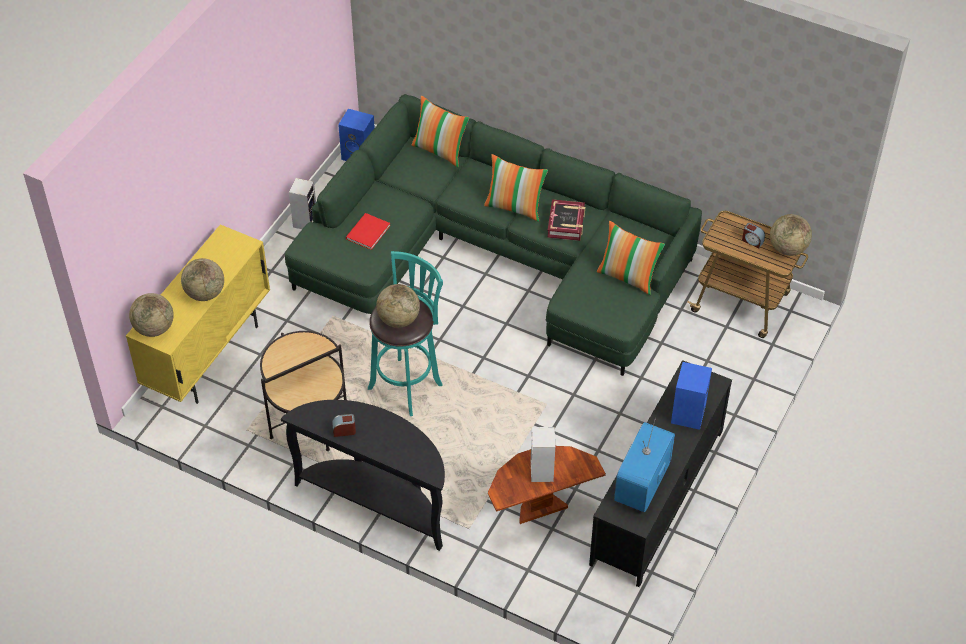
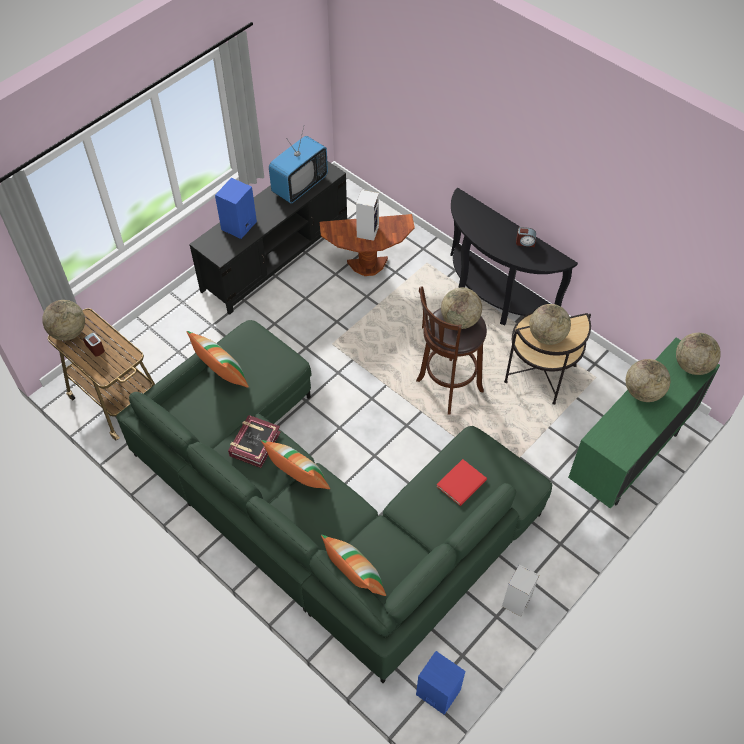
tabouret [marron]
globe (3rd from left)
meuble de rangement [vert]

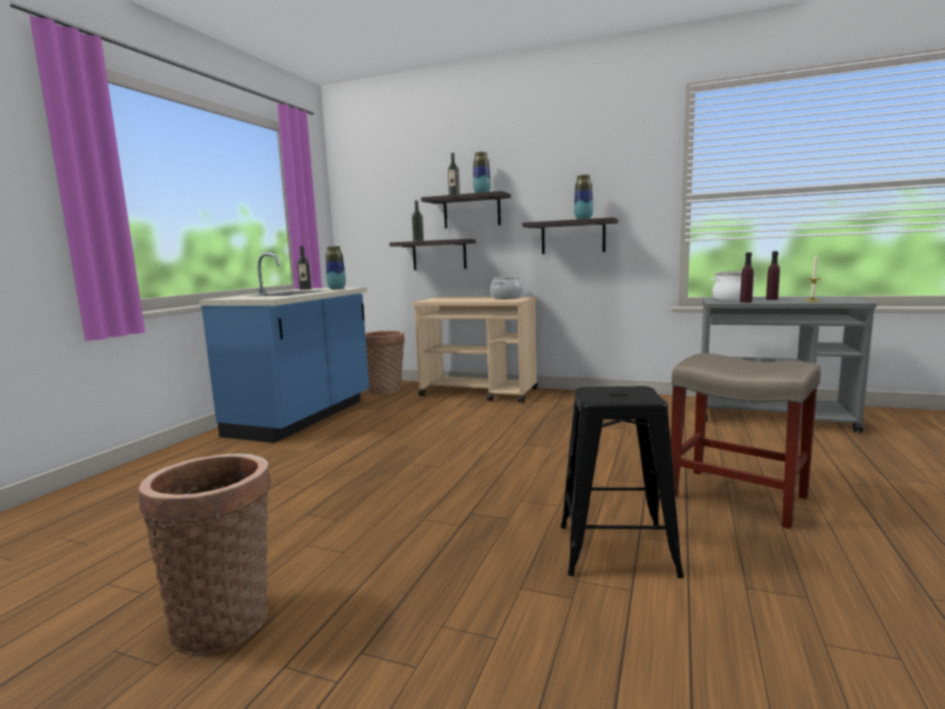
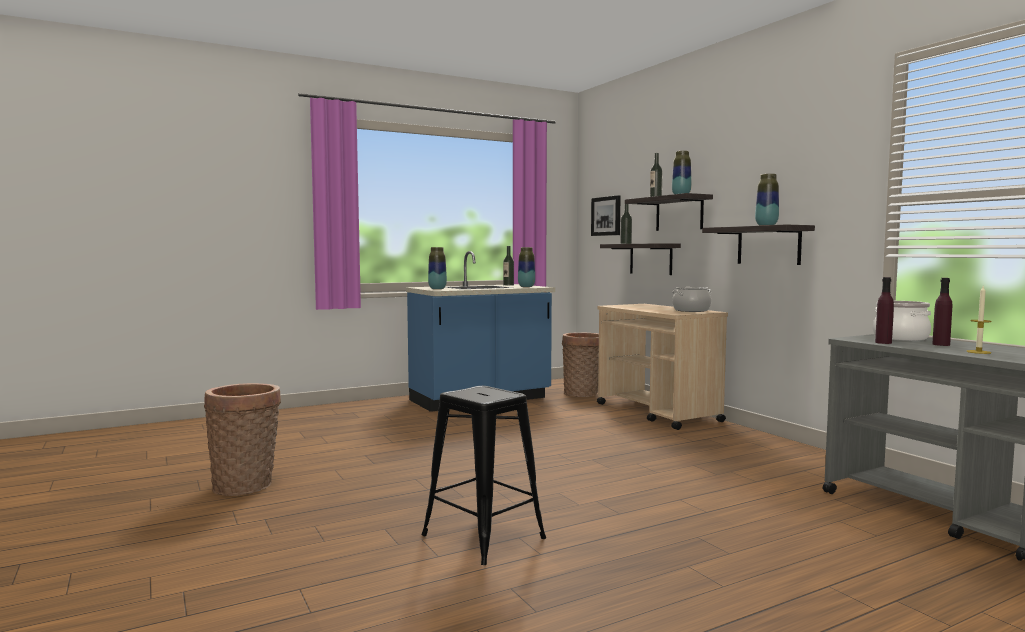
vase (1st from left)
tableau
tabouret [beige]

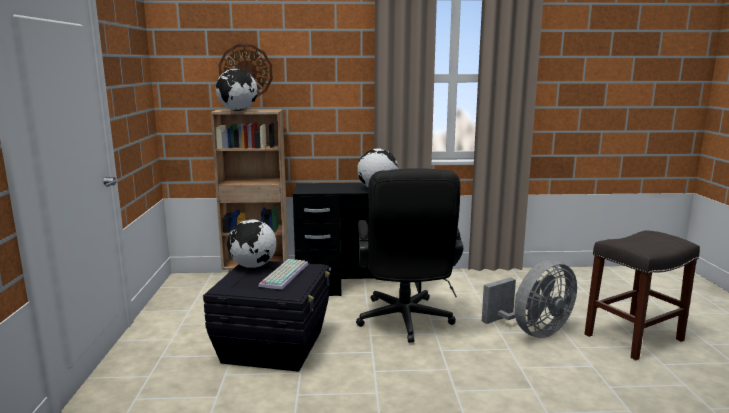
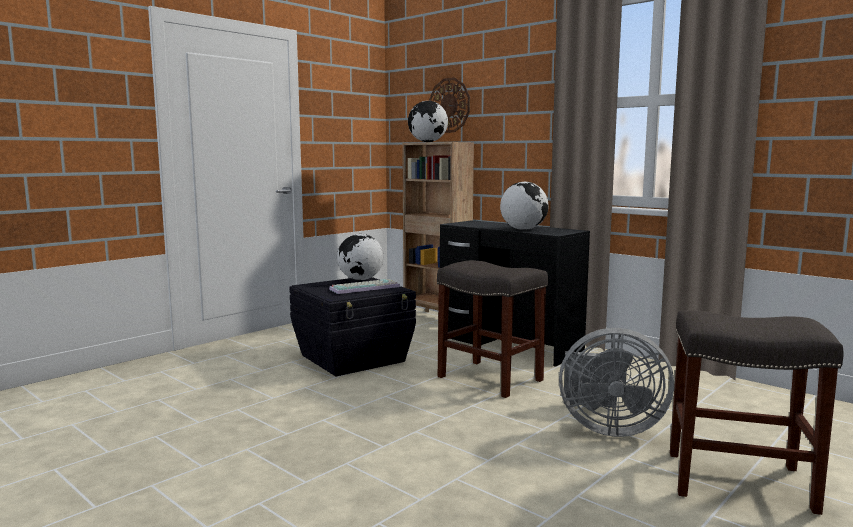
tabouret [gris] (1st from left)

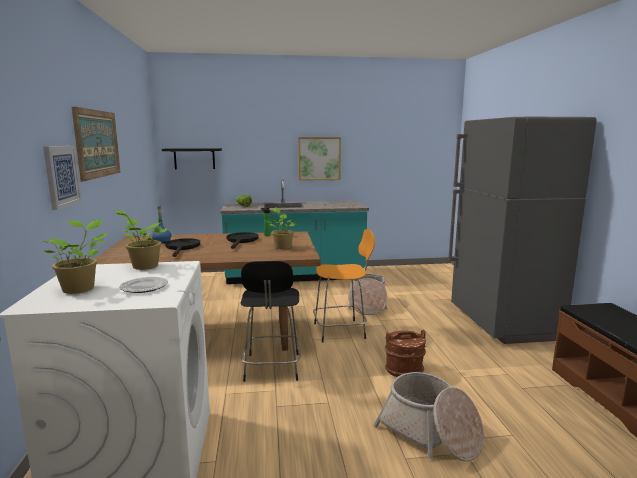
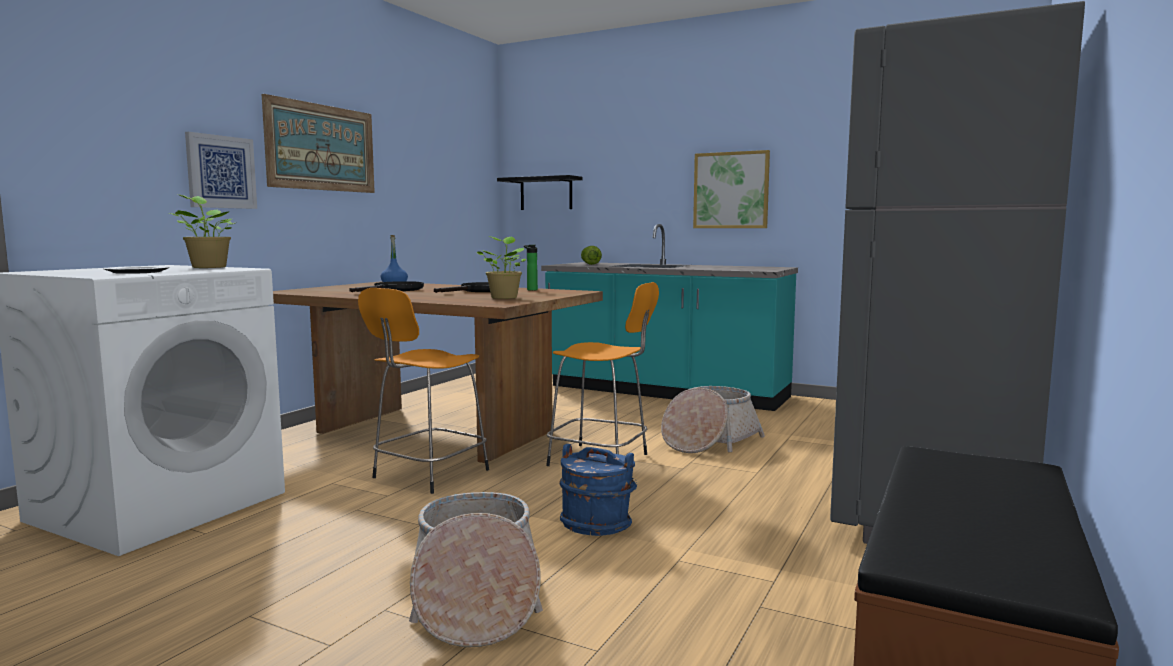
tabouret [orange] (1st from left)
seau [bleu]
plante en pot (1st from left in the first image)

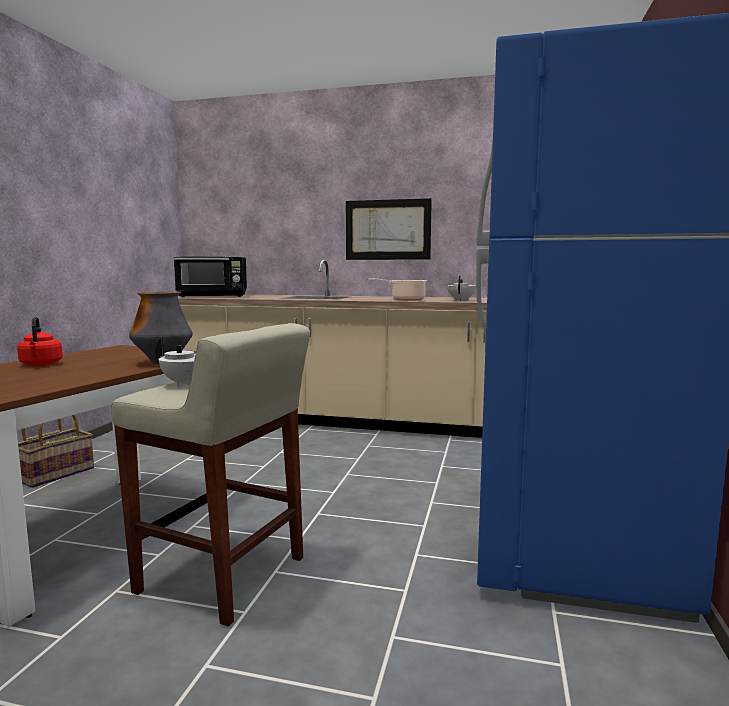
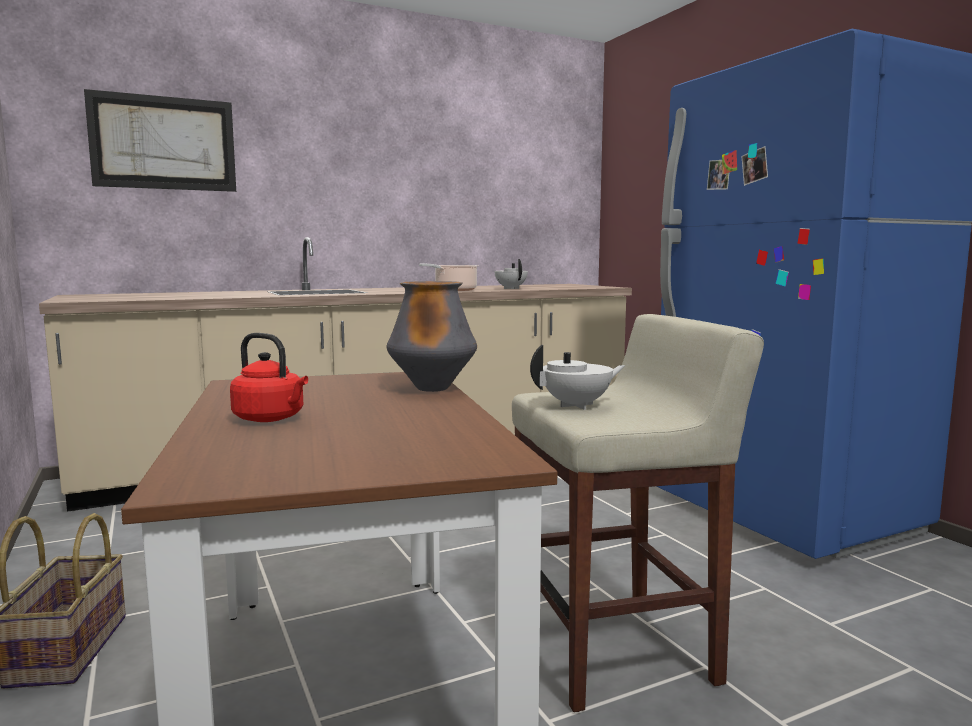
tableau
micro-ondes [noir]

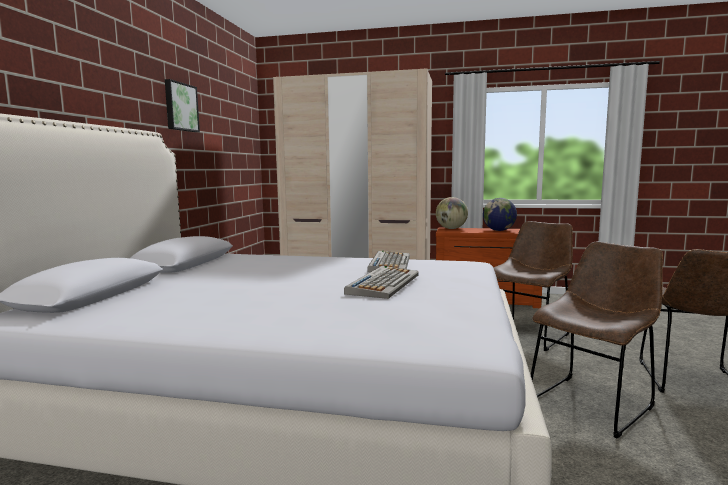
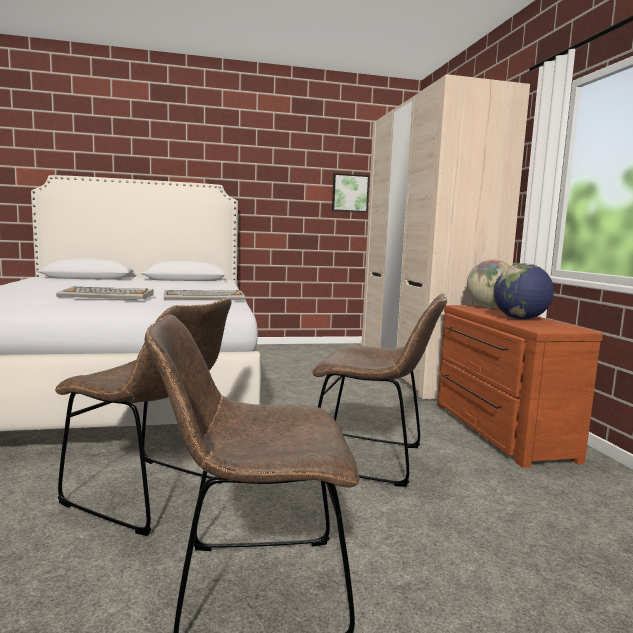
tableau

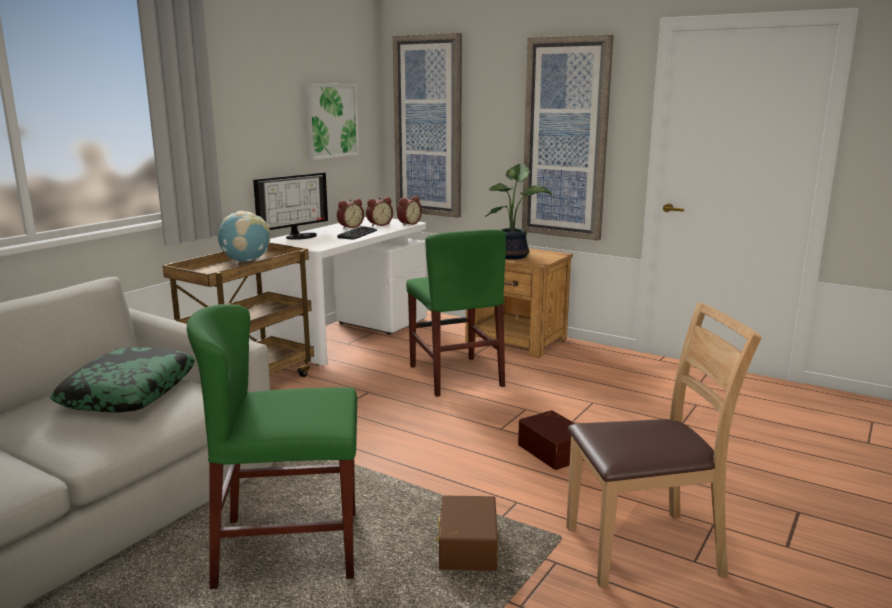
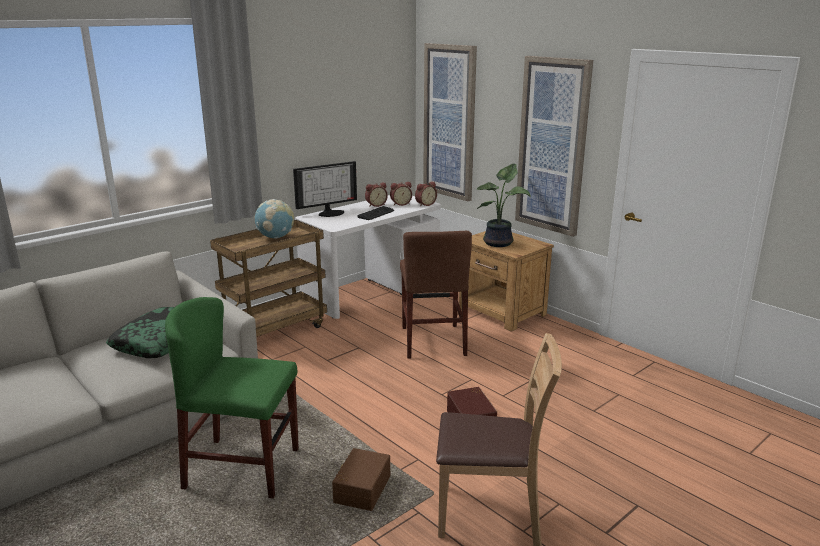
chaise [marron] (1st from left)
tableau (1st from left in the first image)

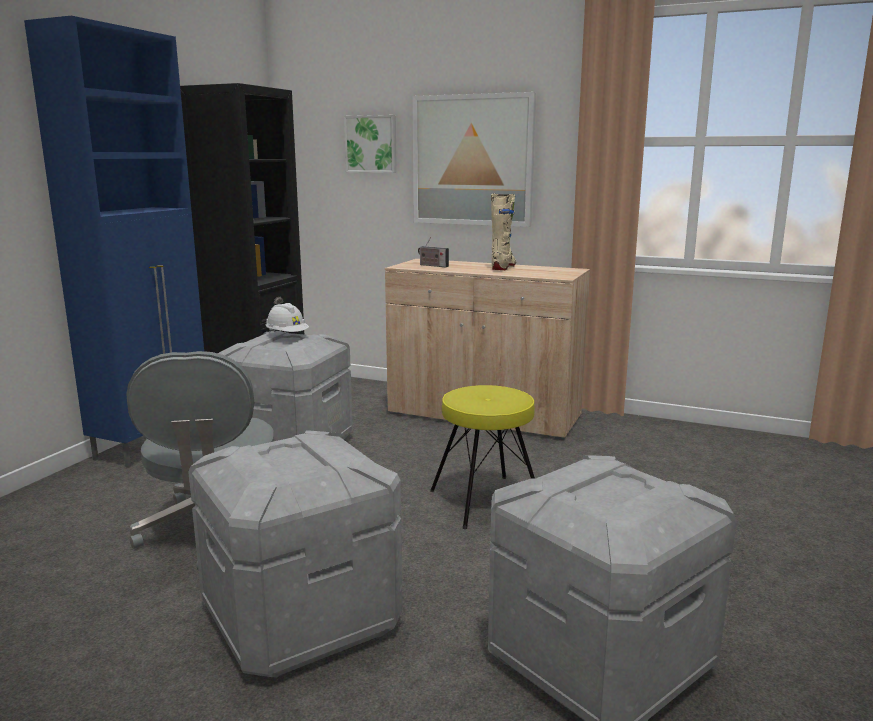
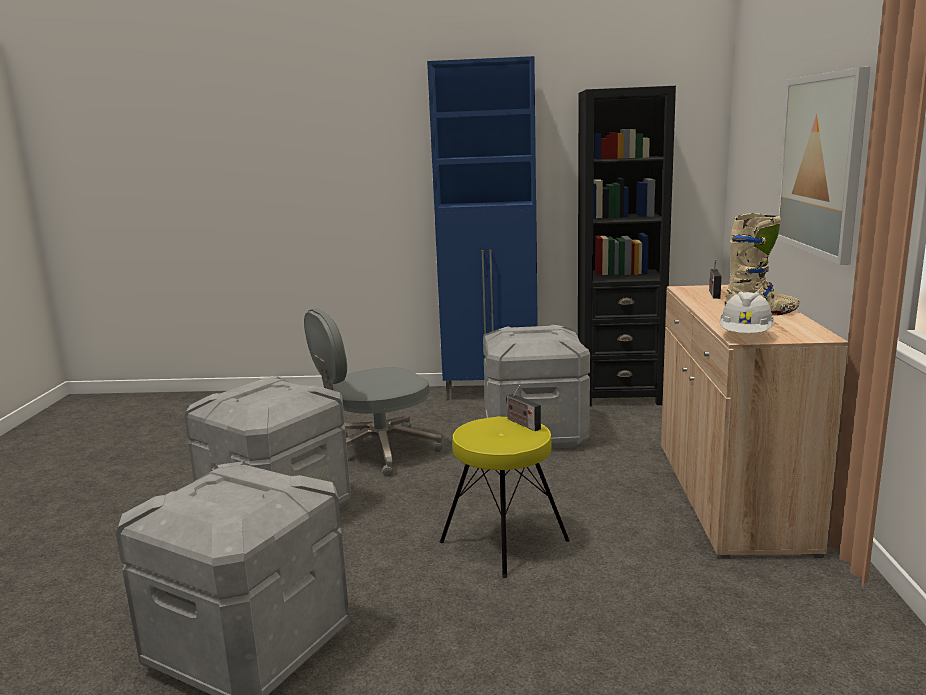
radio (1st from left)
casque de chantier [blanc]
tableau (1st from left in the first image)

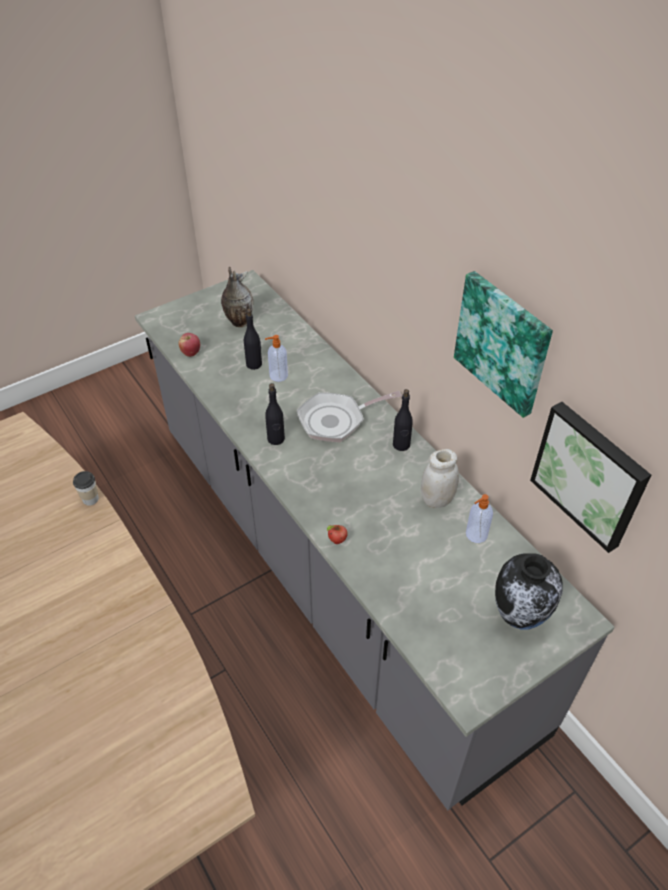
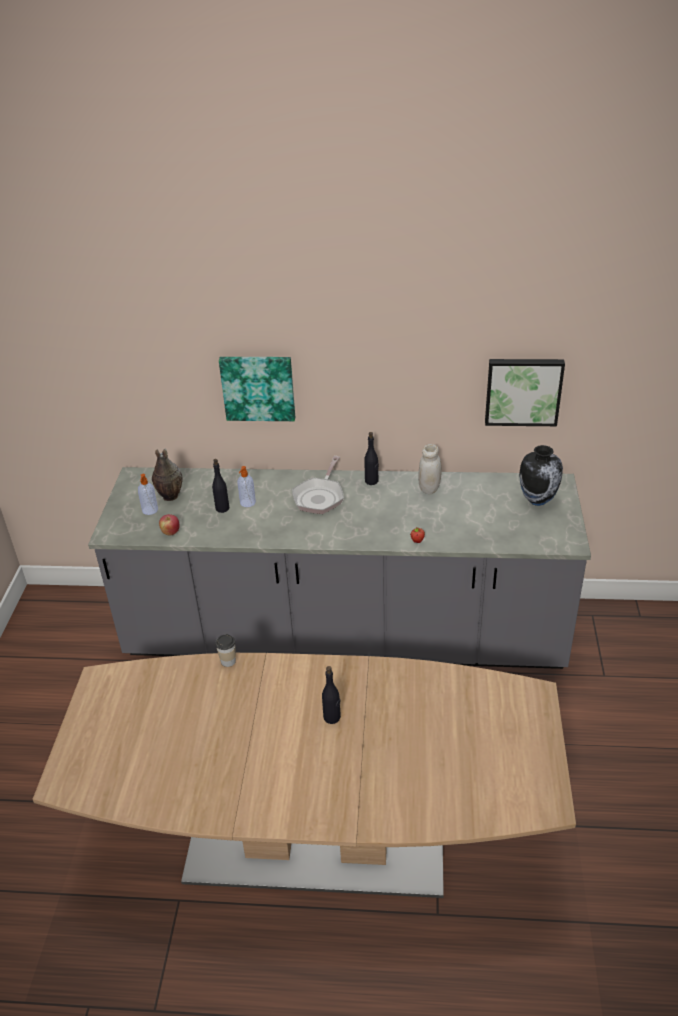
distributeur de savon (1st from left)
tableau (1st from left)
bouteille [noir] (2nd from left)

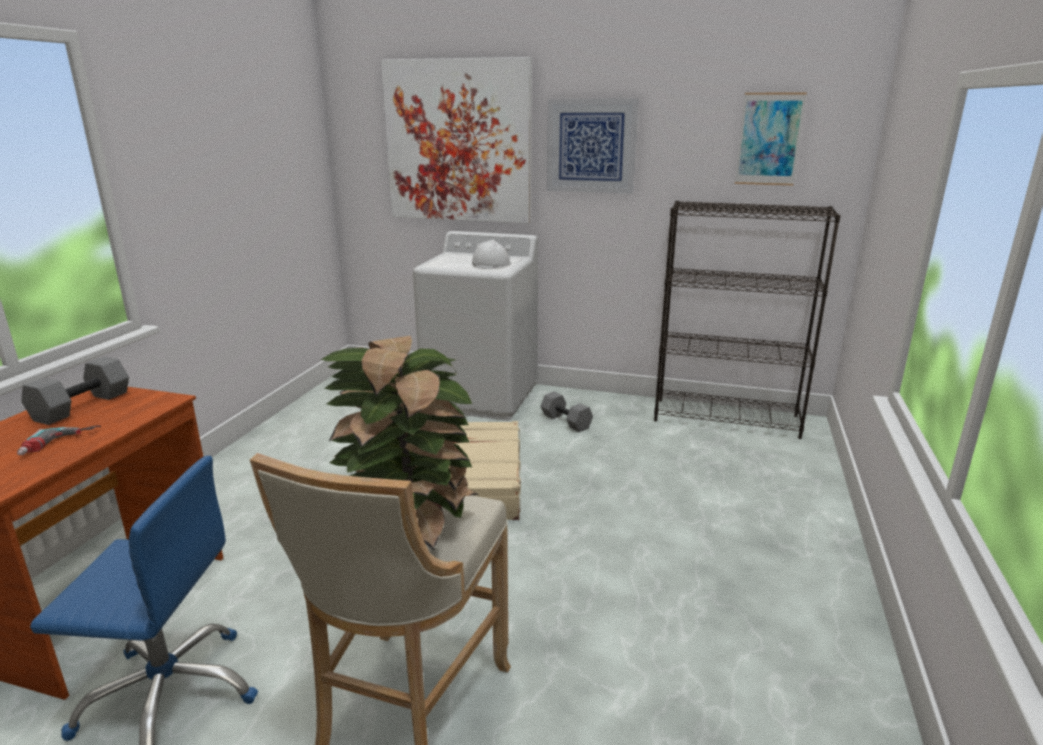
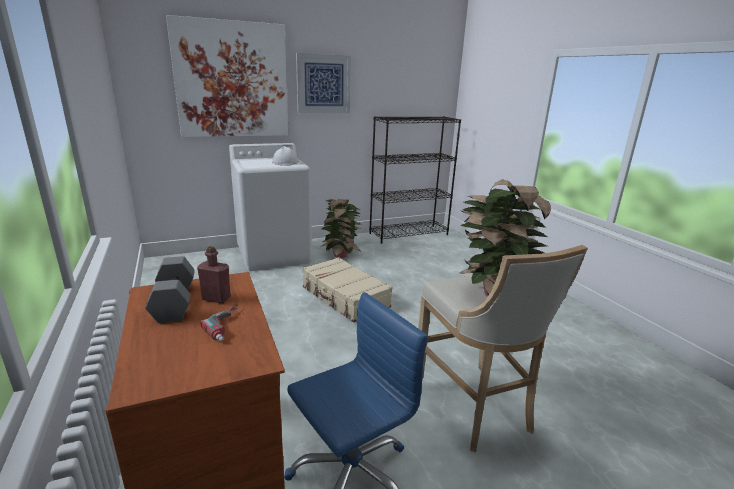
bouteille [rouge]
plante en pot (1st from left)
tableau (3rd from left in the first image)

